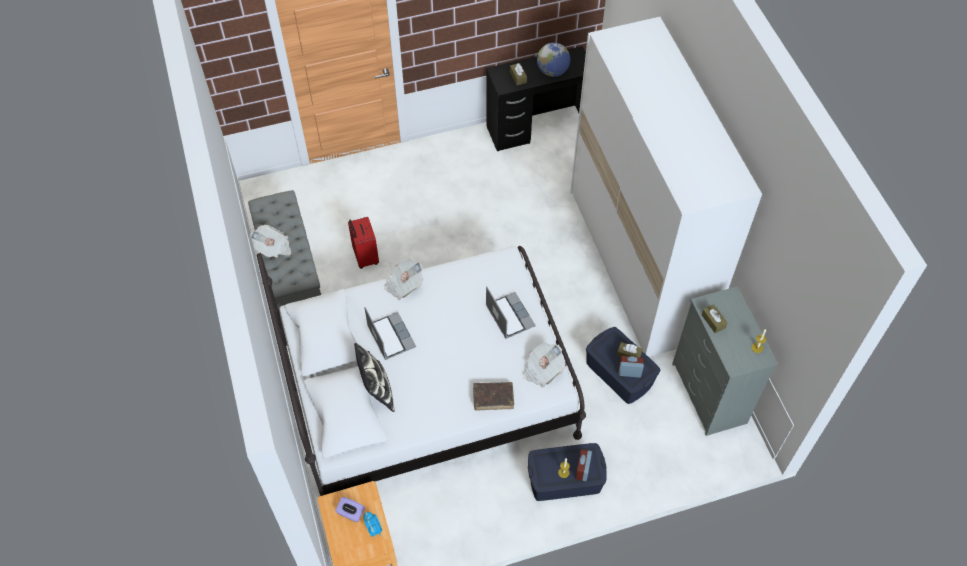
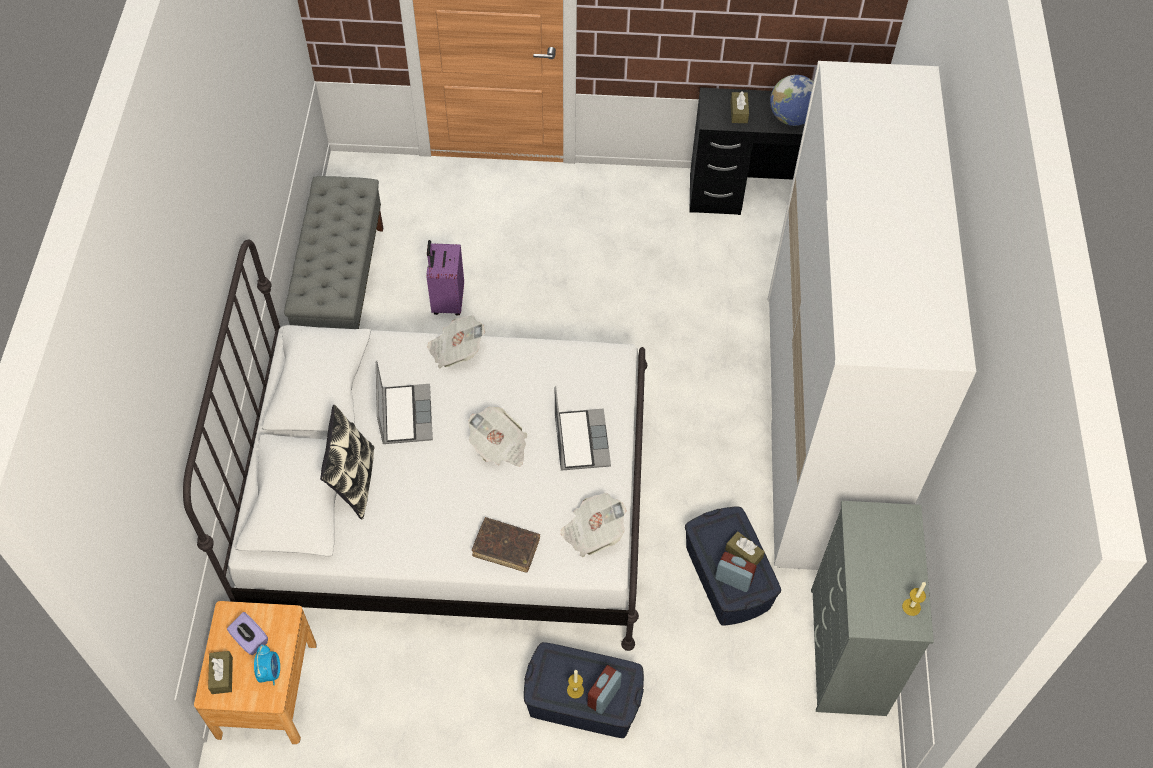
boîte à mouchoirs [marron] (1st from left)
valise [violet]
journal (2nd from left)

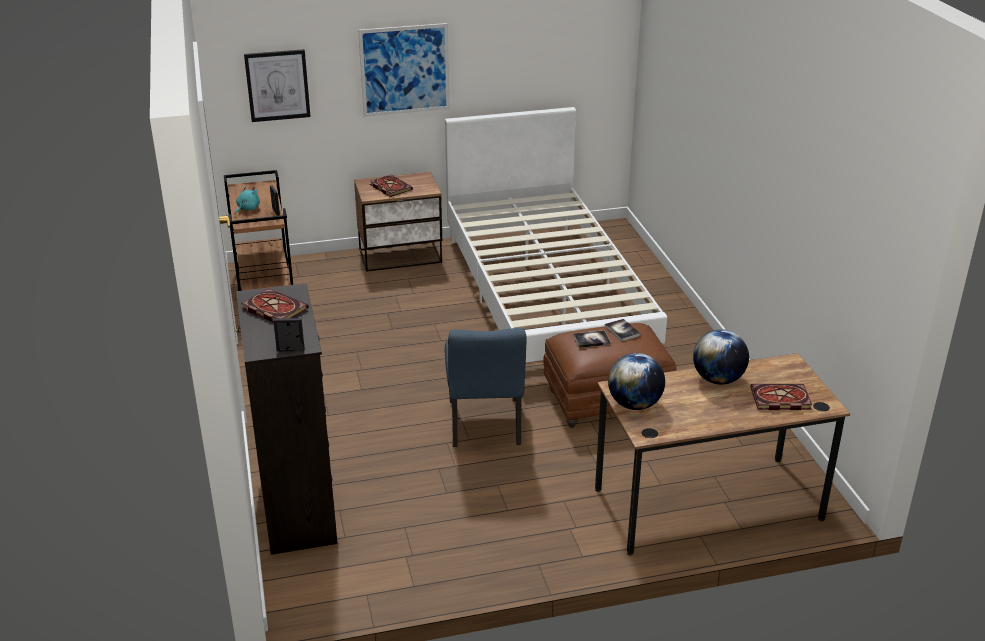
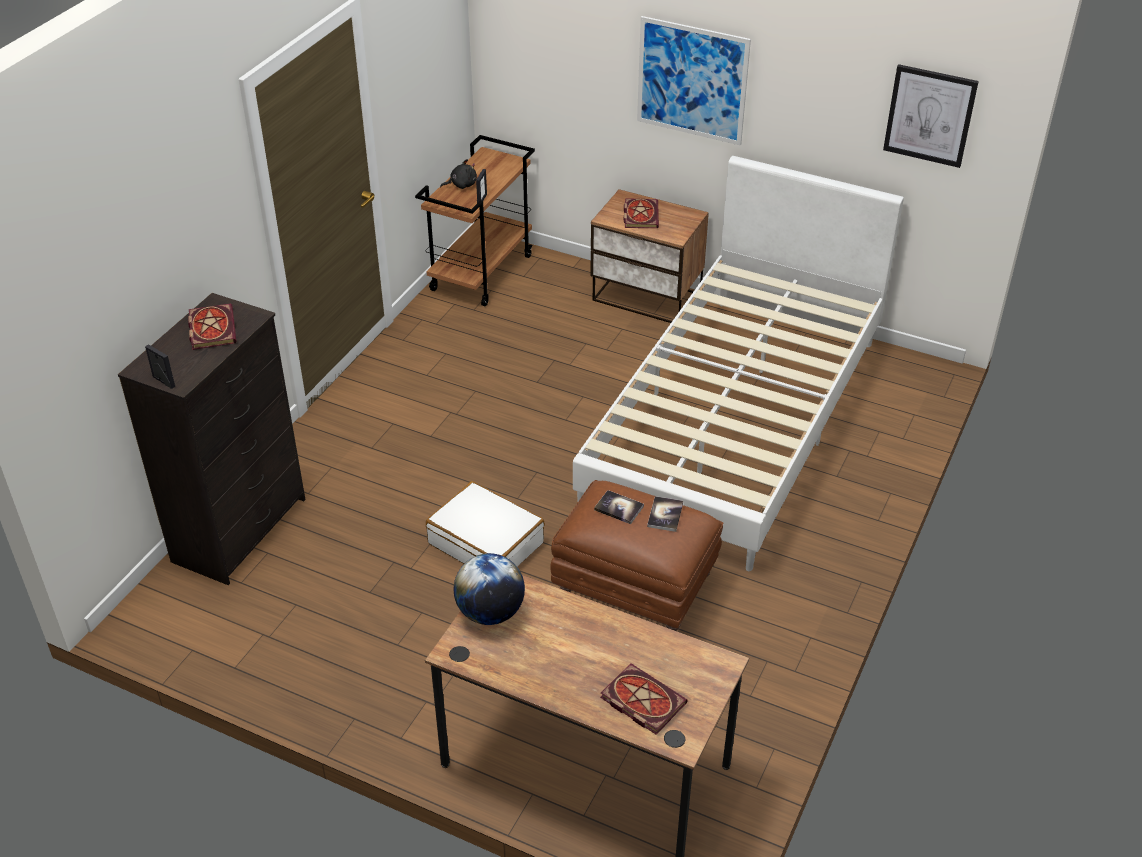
valise [blanc]
peluche [noir]
tableau (2nd from left)
globe (2nd from left in the first image)

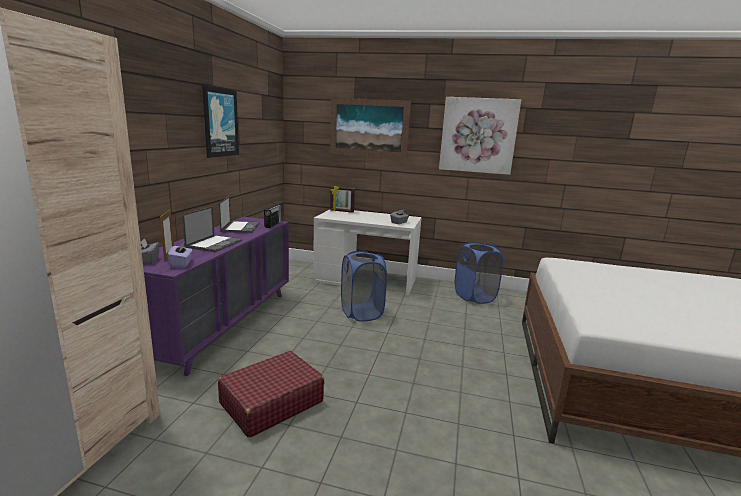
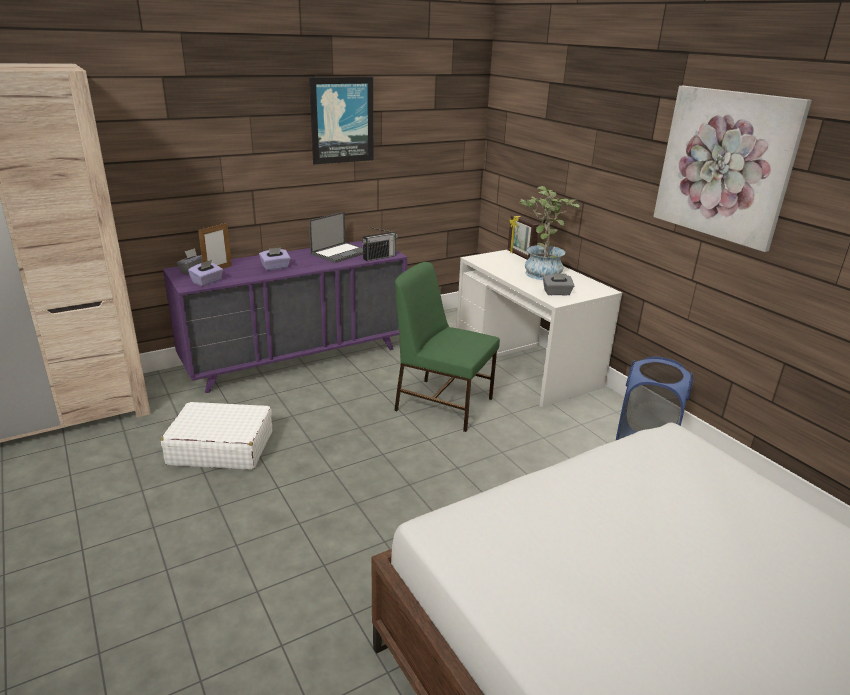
valise [blanc]
boîte à mouchoirs [violet] (2nd from left)
chaise [vert]
plante en pot
tableau (2nd from left in the first image)

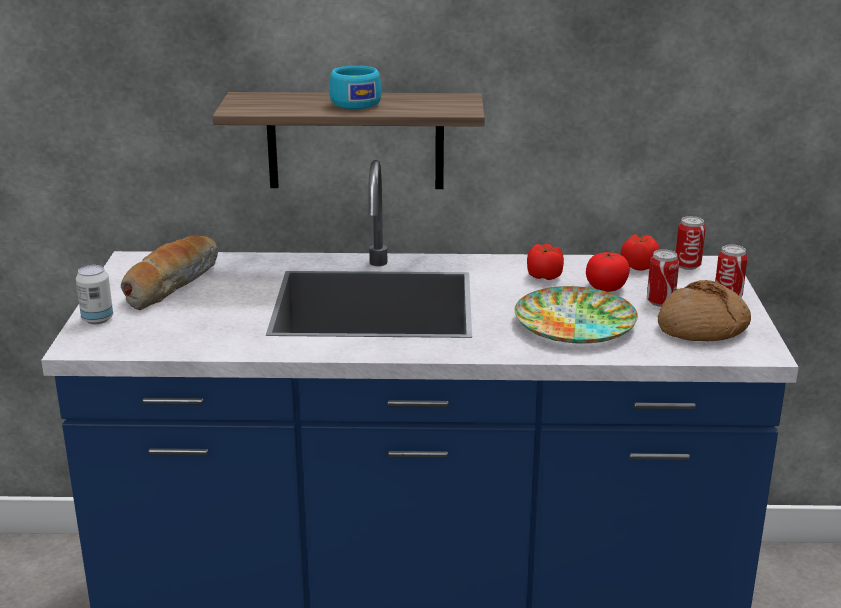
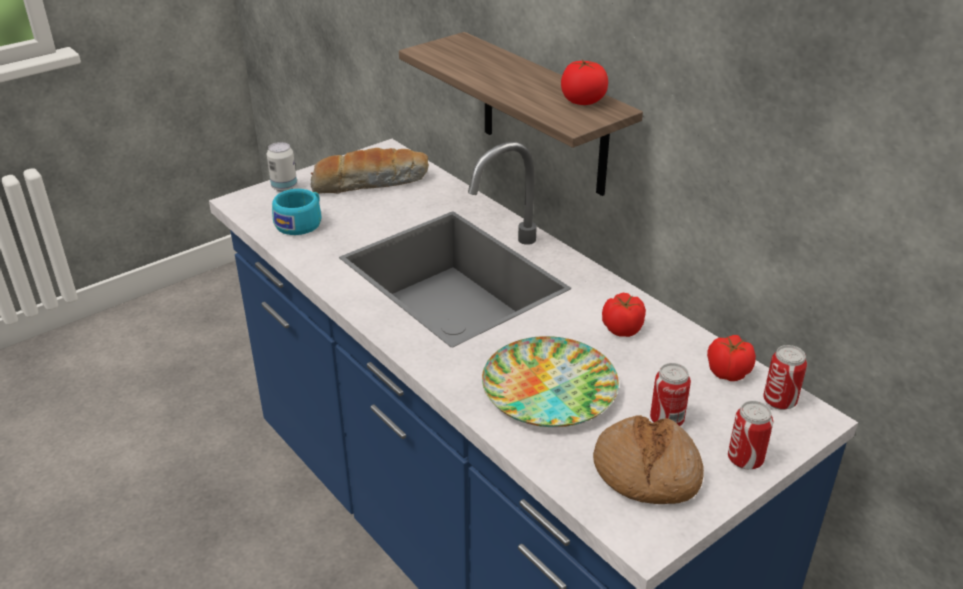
tasse [turquoise]
tomate (1st from left)

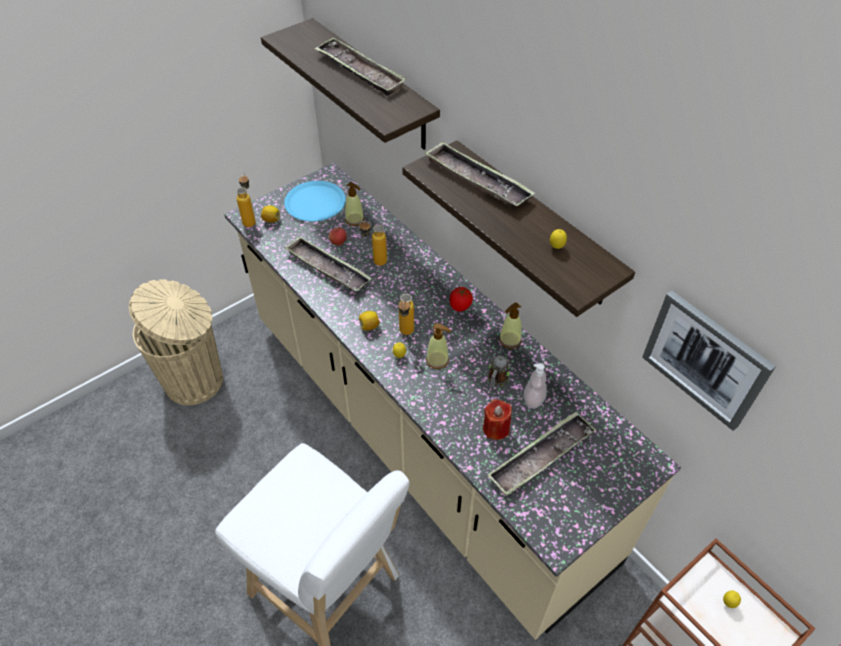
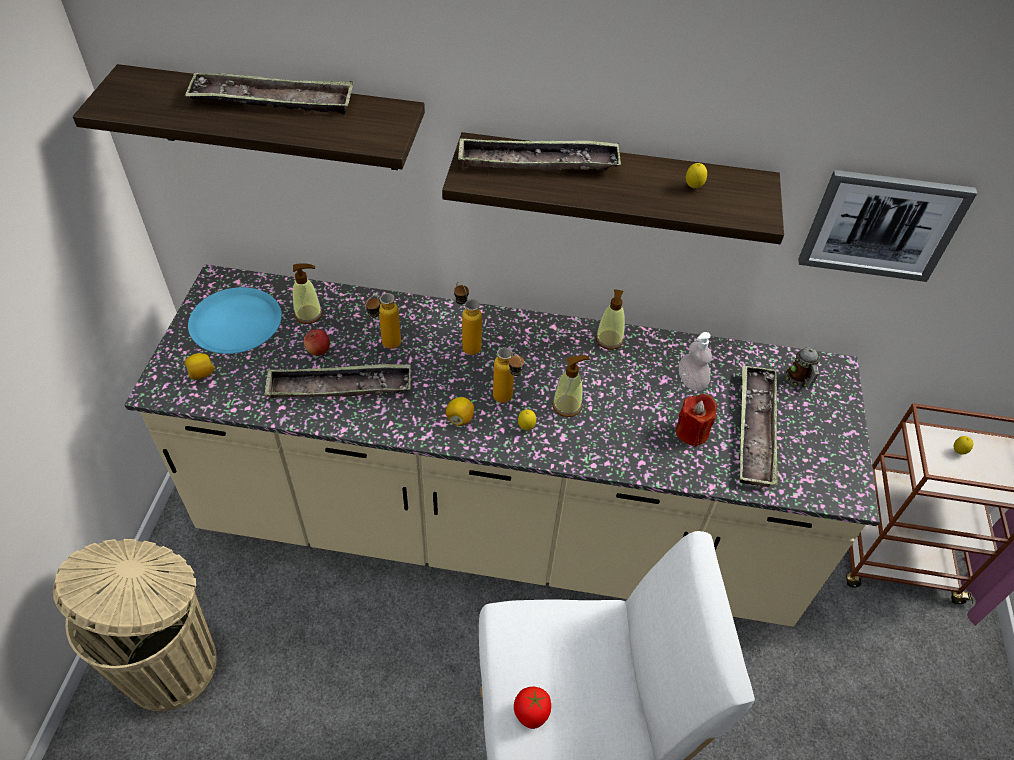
bouteille (2nd from left)
tomate
mug

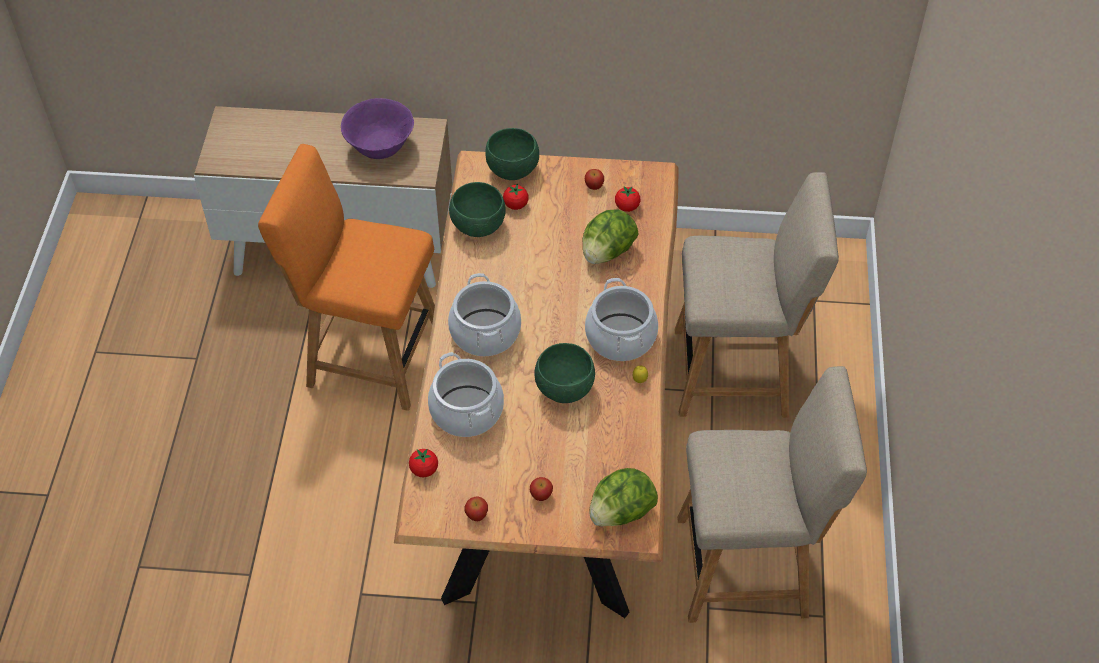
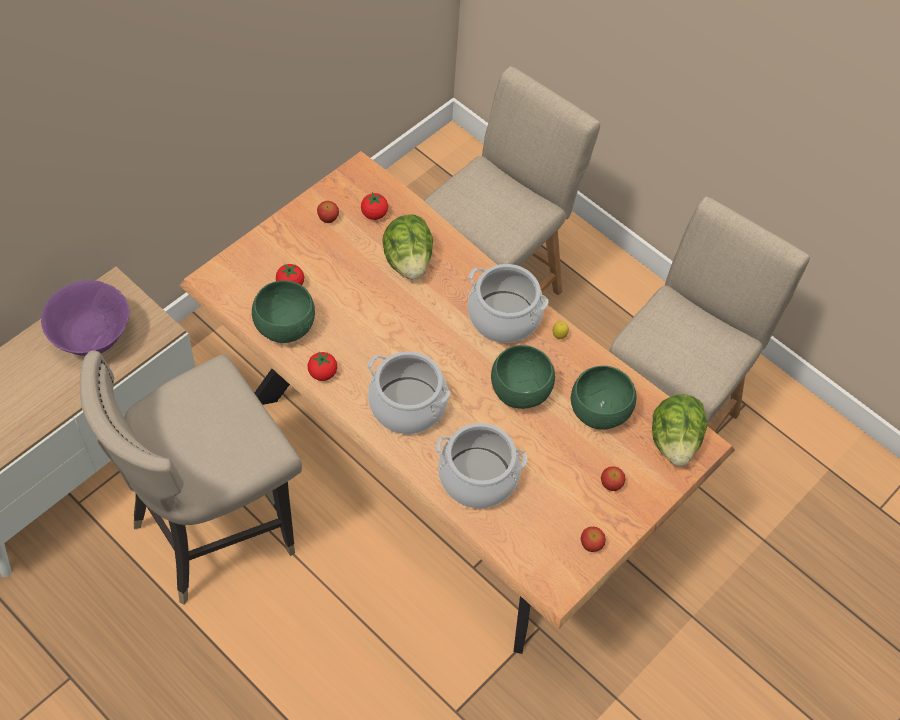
tabouret [beige]
tomate (2nd from left)
bol [vert] (3rd from left)

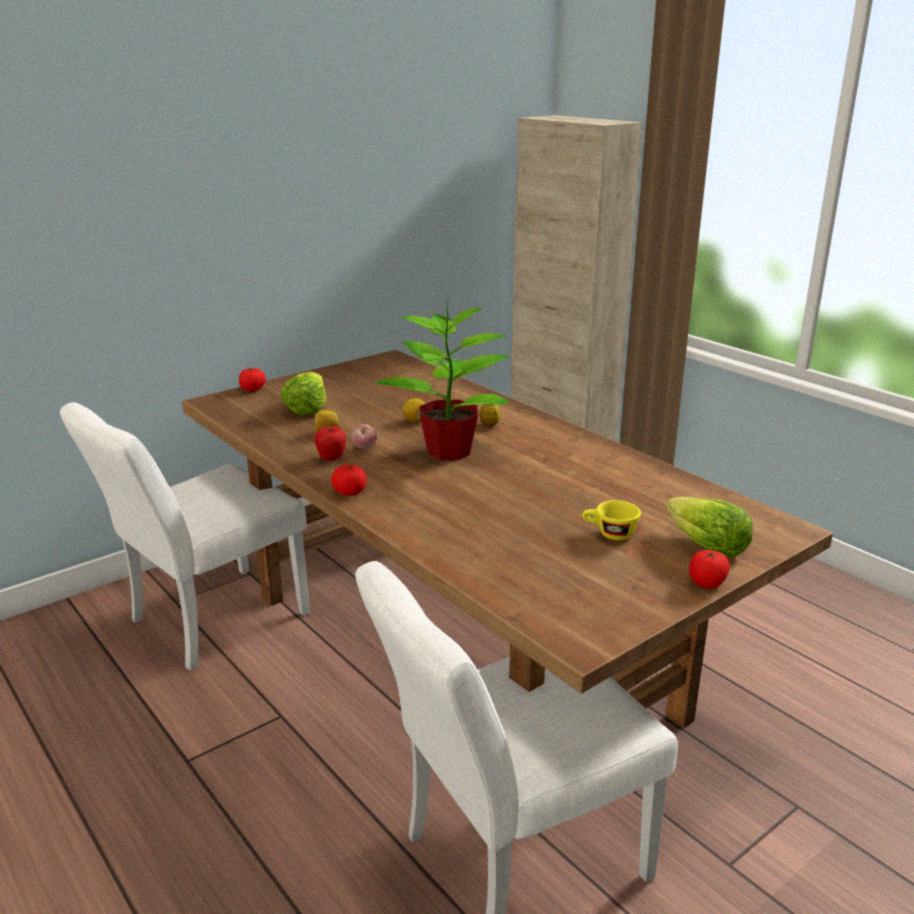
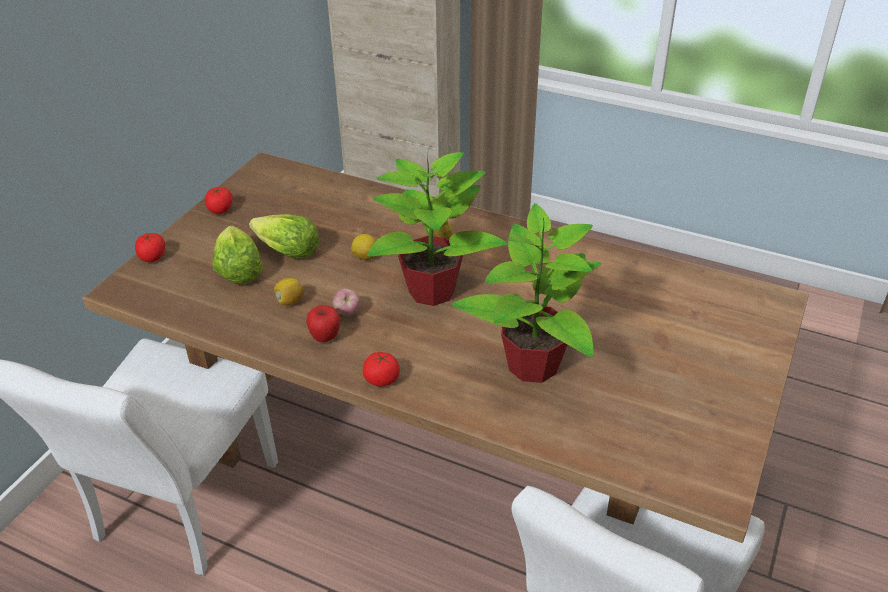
tomate (2nd from left)
laitue (2nd from left)
plante en pot (2nd from left)
tasse [jaune]

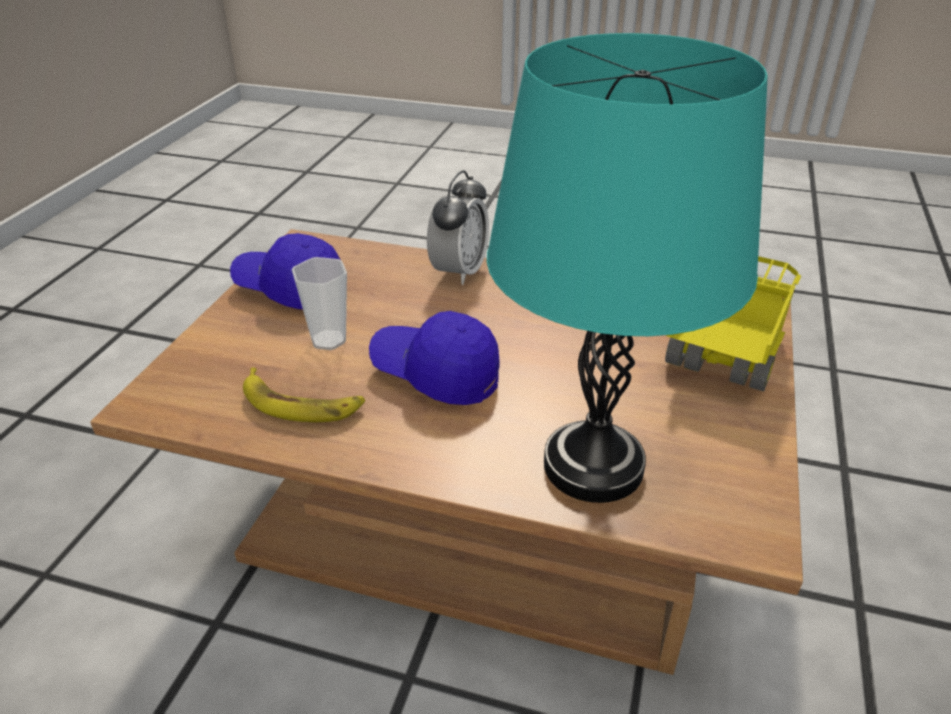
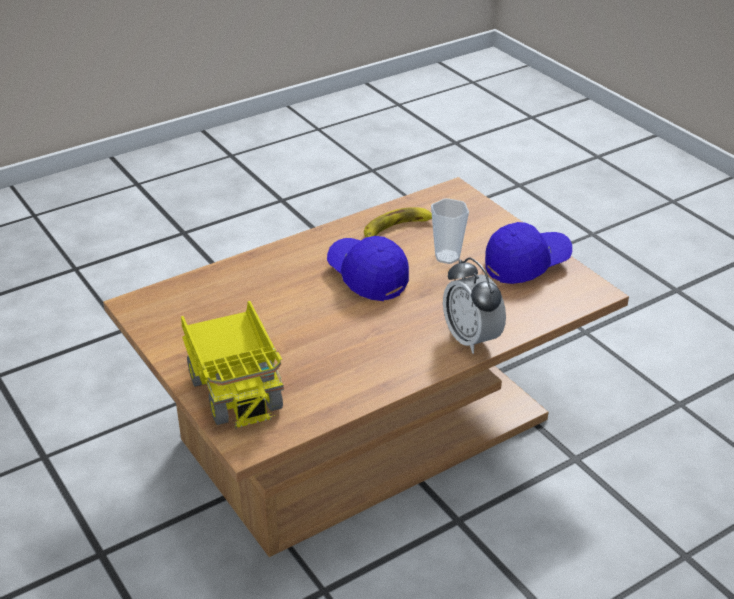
casquette [bleu] (1st from left)
lampe de table [turquoise]

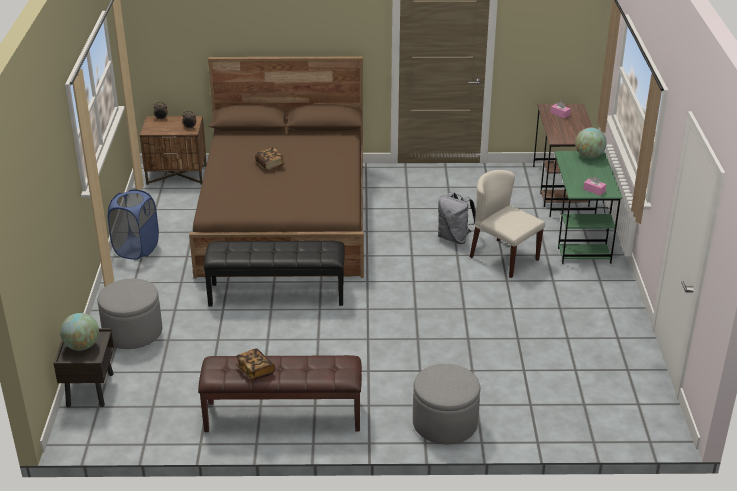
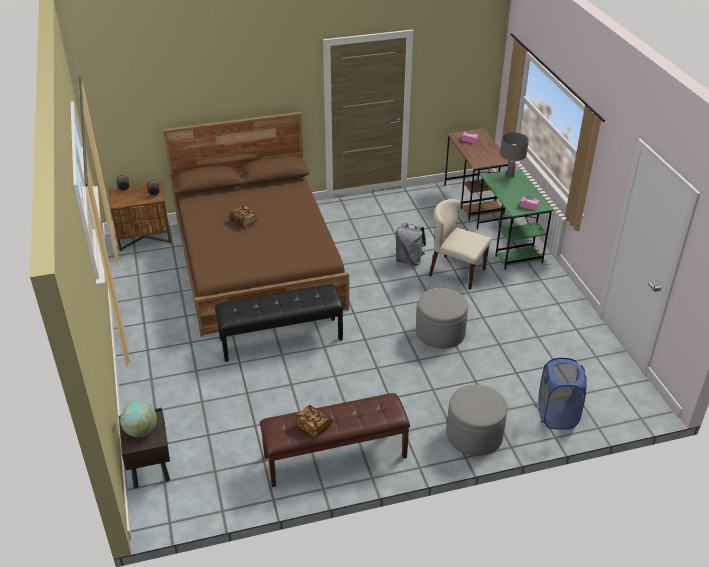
pouf [gris] (1st from left)
lampe de table [gris]
panier à linge [bleu]

